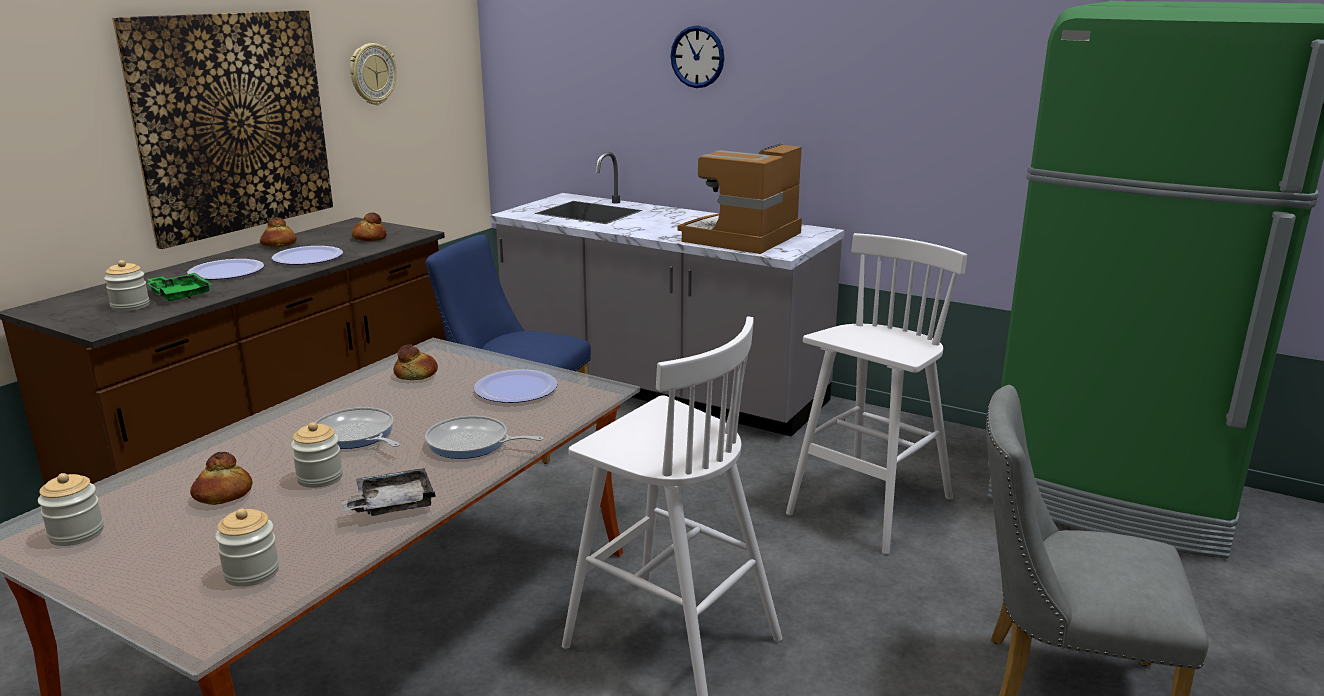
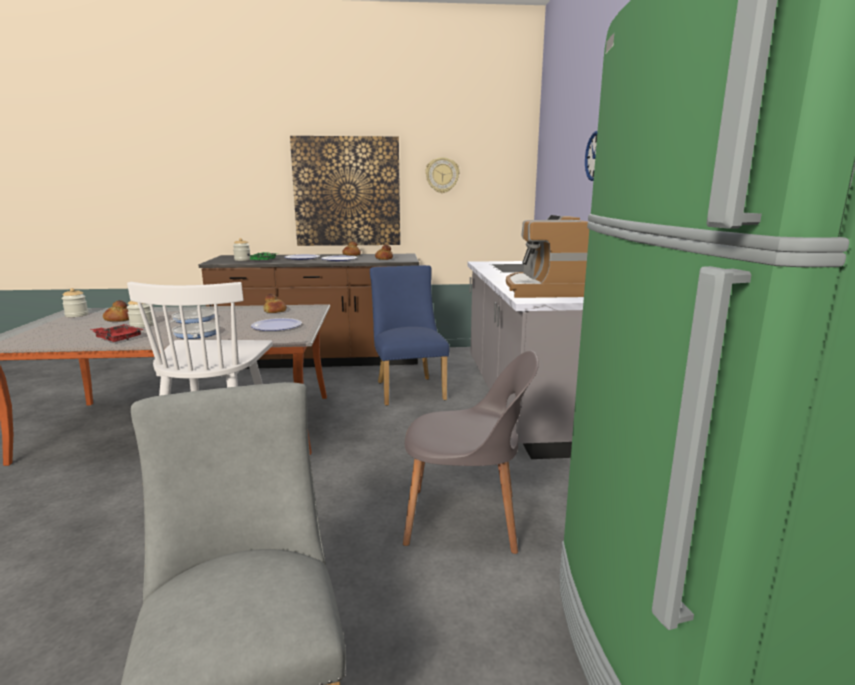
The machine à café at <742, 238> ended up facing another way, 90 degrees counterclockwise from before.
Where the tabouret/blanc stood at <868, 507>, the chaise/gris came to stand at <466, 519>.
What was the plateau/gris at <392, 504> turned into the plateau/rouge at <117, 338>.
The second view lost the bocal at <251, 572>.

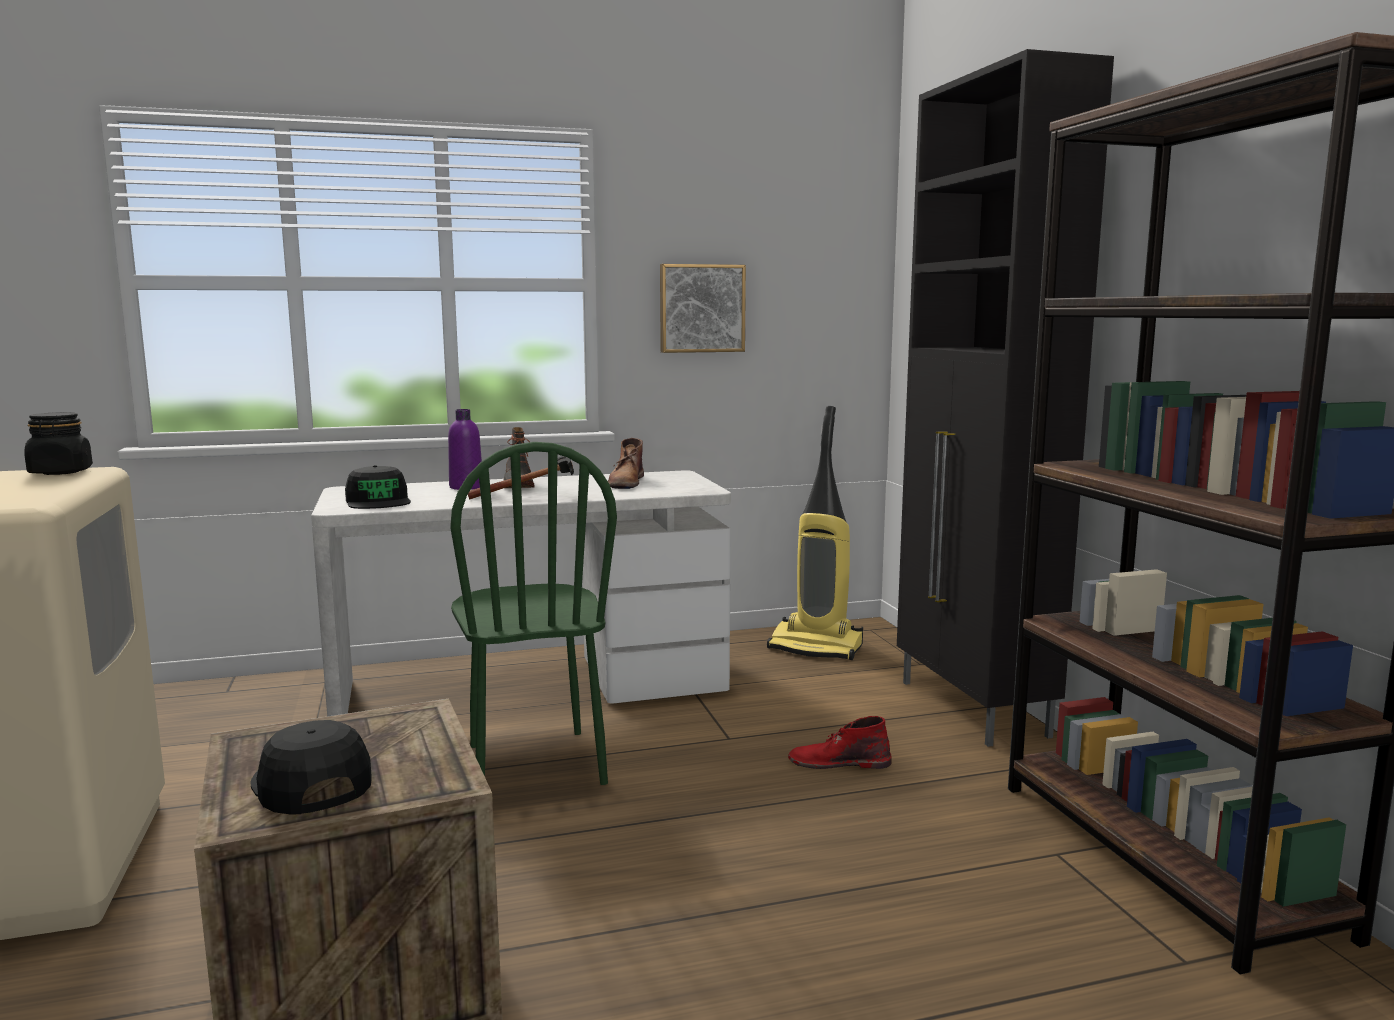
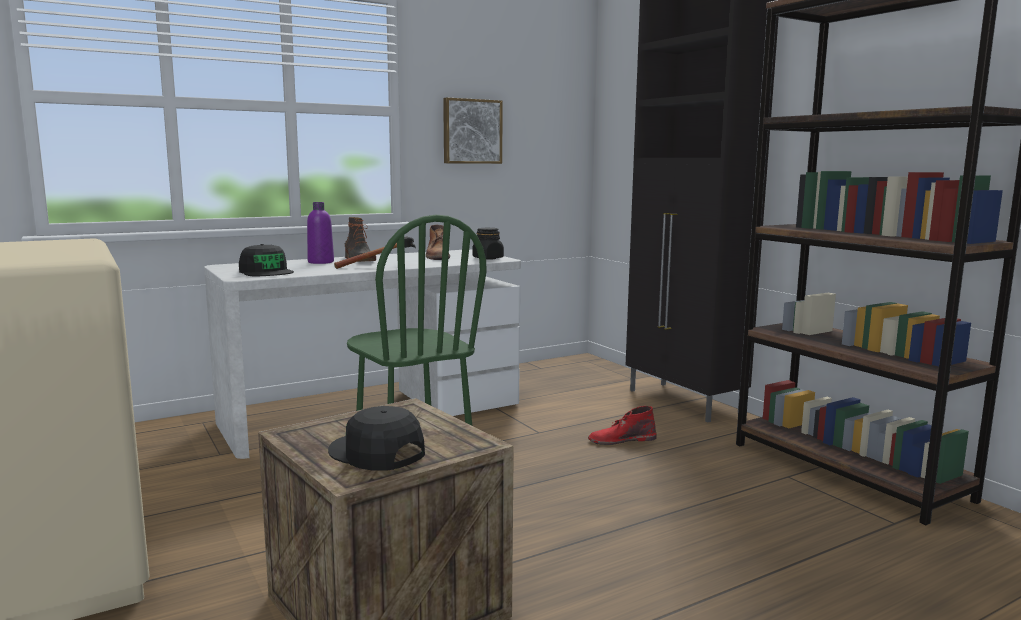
The second view lost the aspirateur at <817, 647>.
The bocal/noir ended up elsewhere, having gone from <61, 472> to <488, 258>.

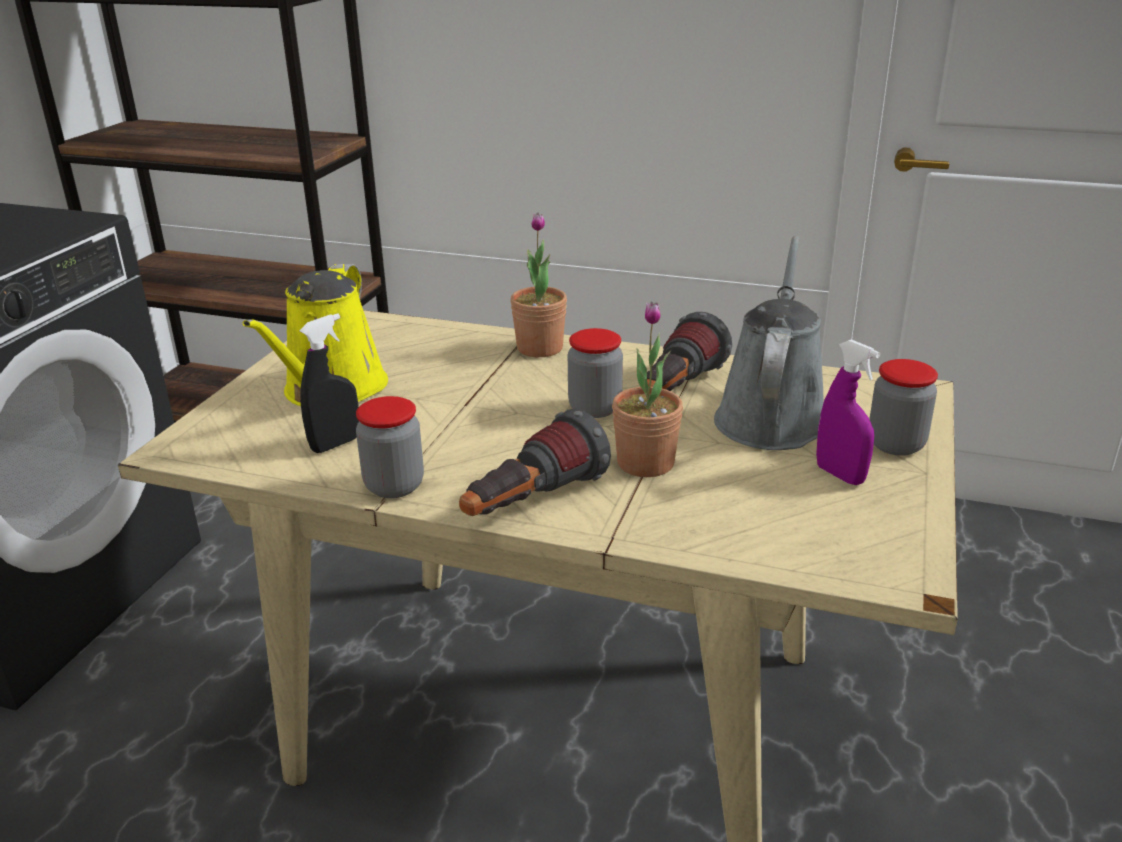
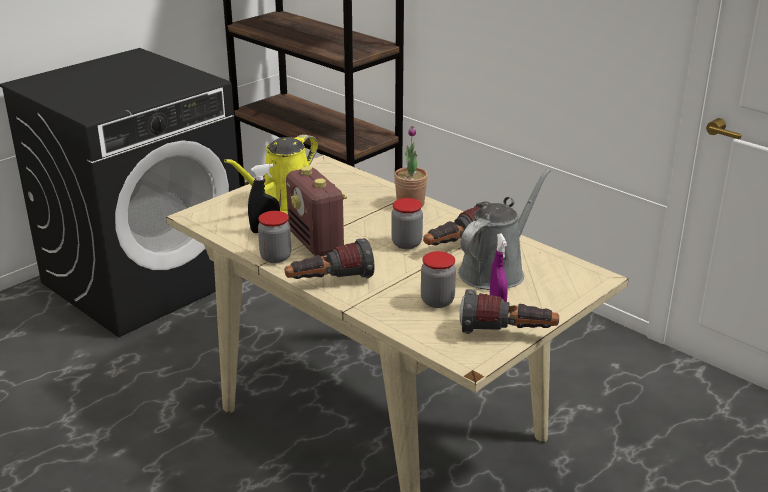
The second view lost the plante en pot at <645, 463>.
The bocal ended up elsewhere, having gone from <896, 444> to <437, 301>.
The second view gained the radio at <316, 243>.
The second view gained the lampe de poche at <507, 333>.

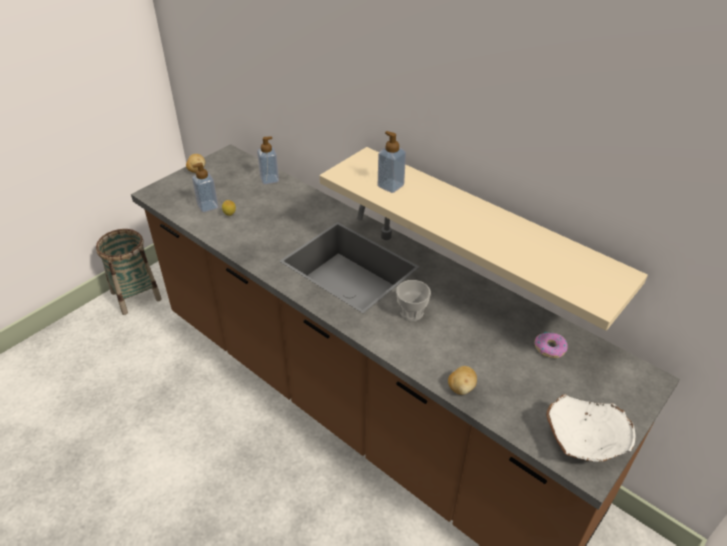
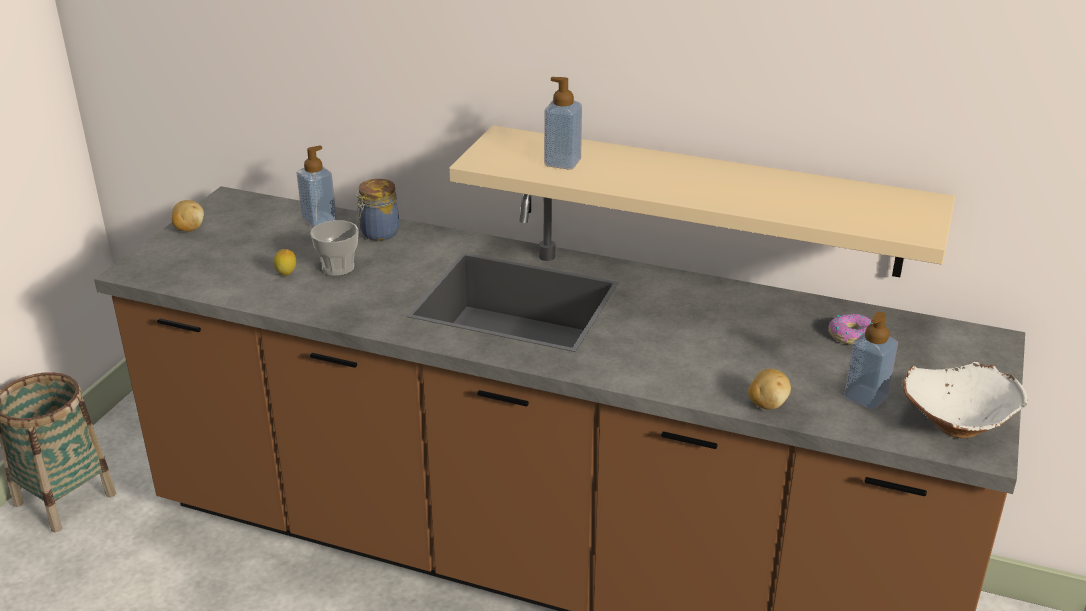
The distributeur de savon ended up elsewhere, having gone from <208, 206> to <865, 397>.
The tasse ended up elsewhere, having gone from <411, 313> to <338, 267>.
The second view gained the bocal at <378, 233>.

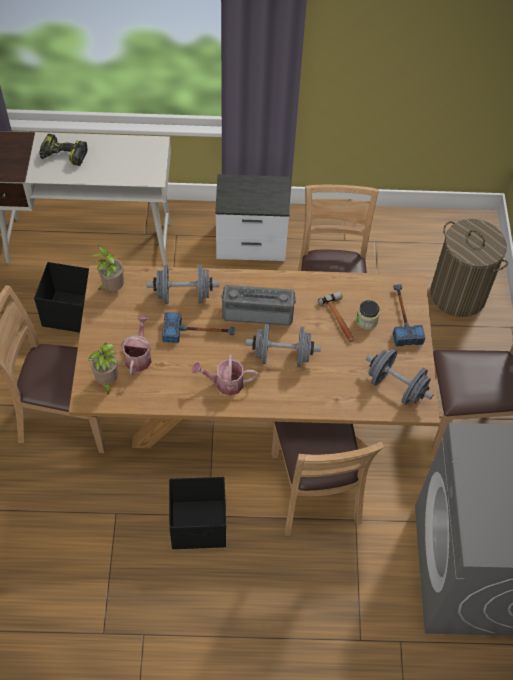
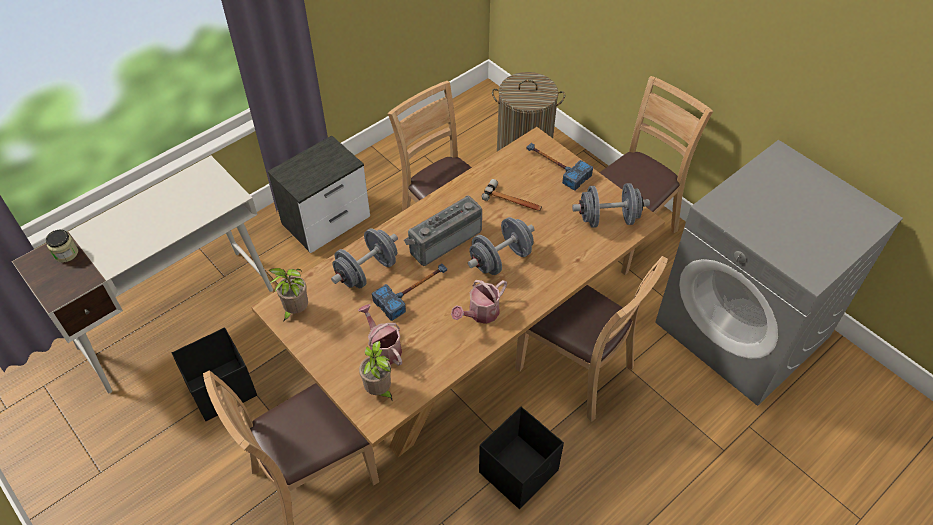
The second view lost the perceuse at <63, 156>.
The bocal ended up elsewhere, having gone from <366, 321> to <66, 253>.

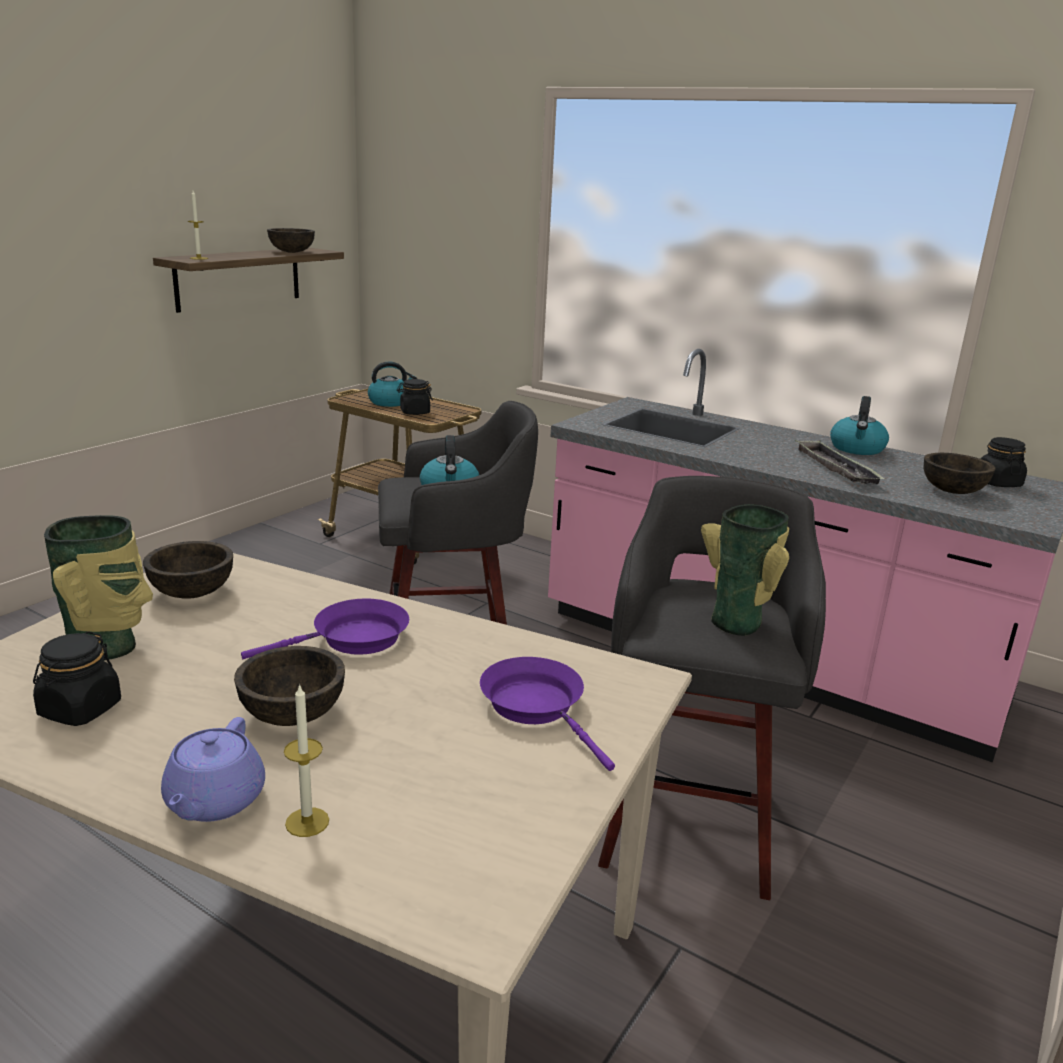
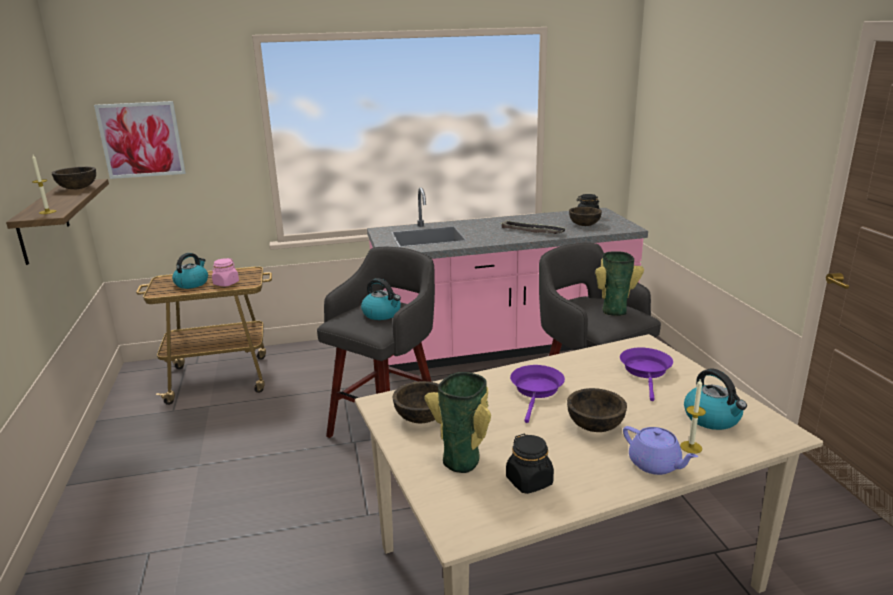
What was the bocal/noir at <414, 412> turned into the bocal/rose at <226, 283>.
The bouilloire ended up elsewhere, having gone from <857, 449> to <712, 418>.
The poêle/violet at <537, 707> ended up facing another way, 90 degrees clockwise from before.
The second view gained the tableau at <141, 140>.

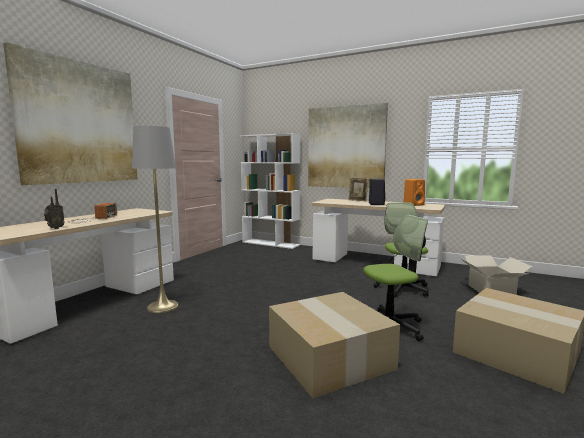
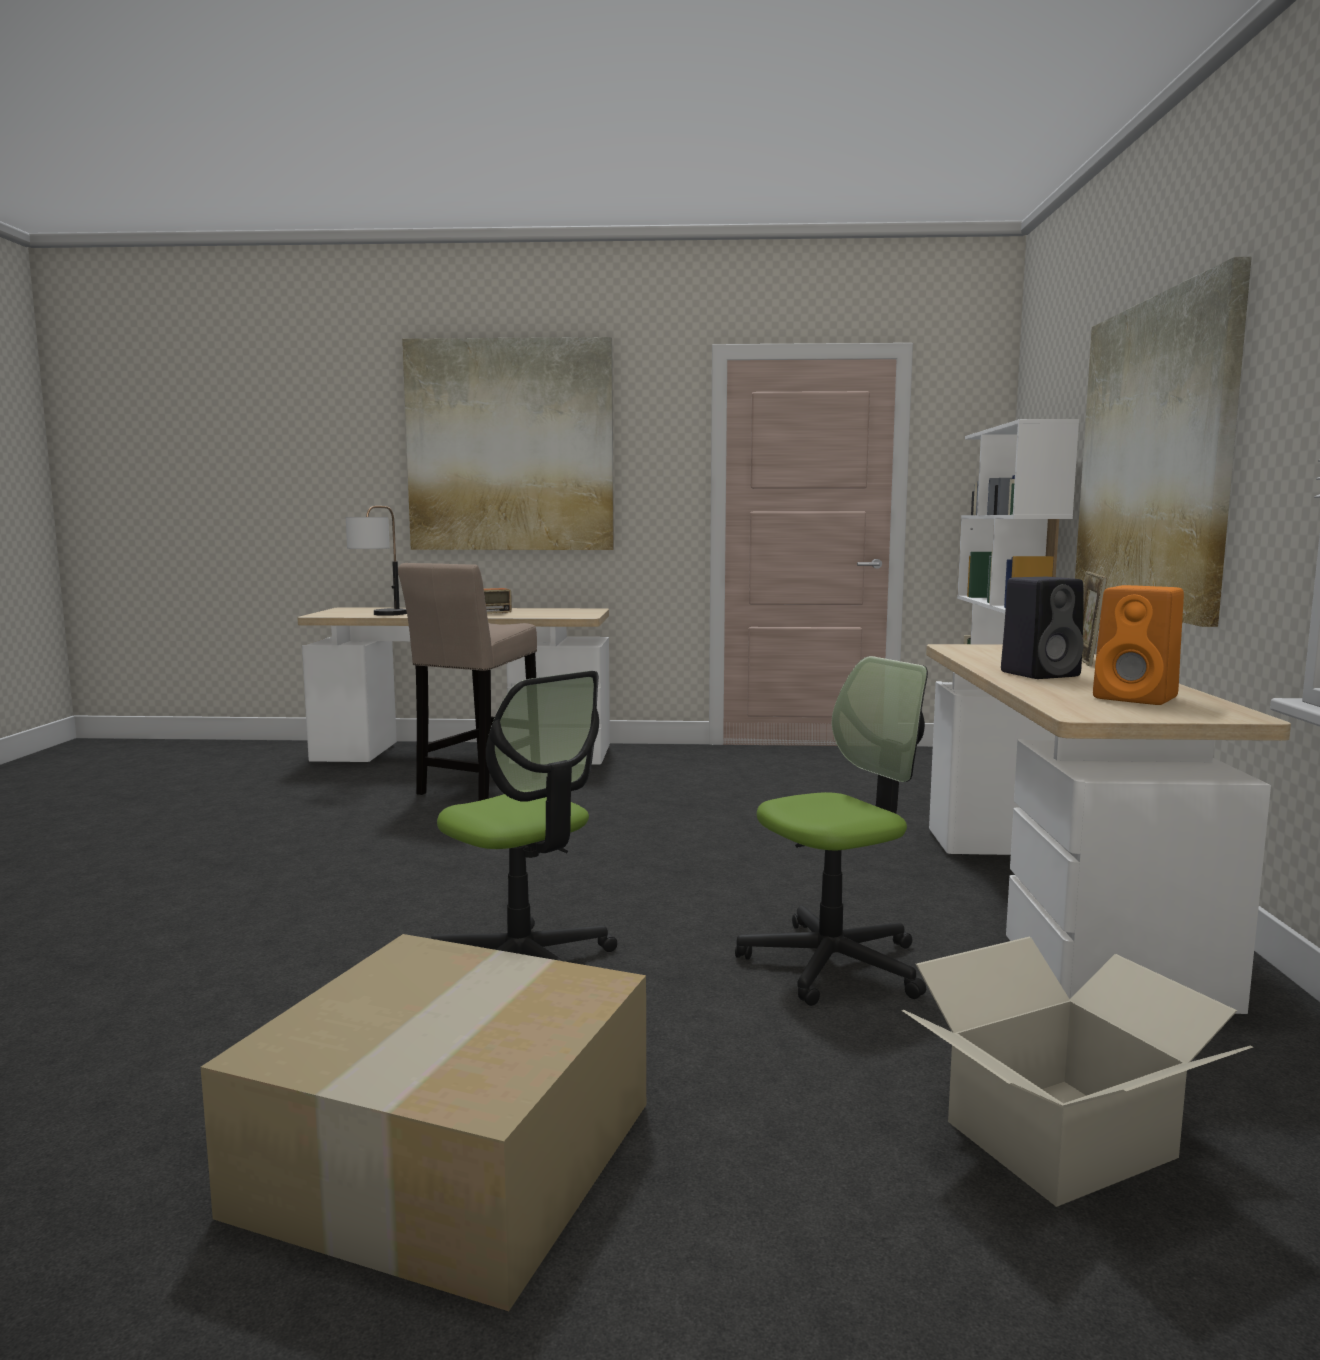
Where the lampadaire/gris stood at <163, 306>, the tabouret/beige came to stand at <476, 788>.
Where the radio stood at <55, 228>, the lampe de table came to stand at <379, 615>.
The second view lost the carton at <327, 357>.

